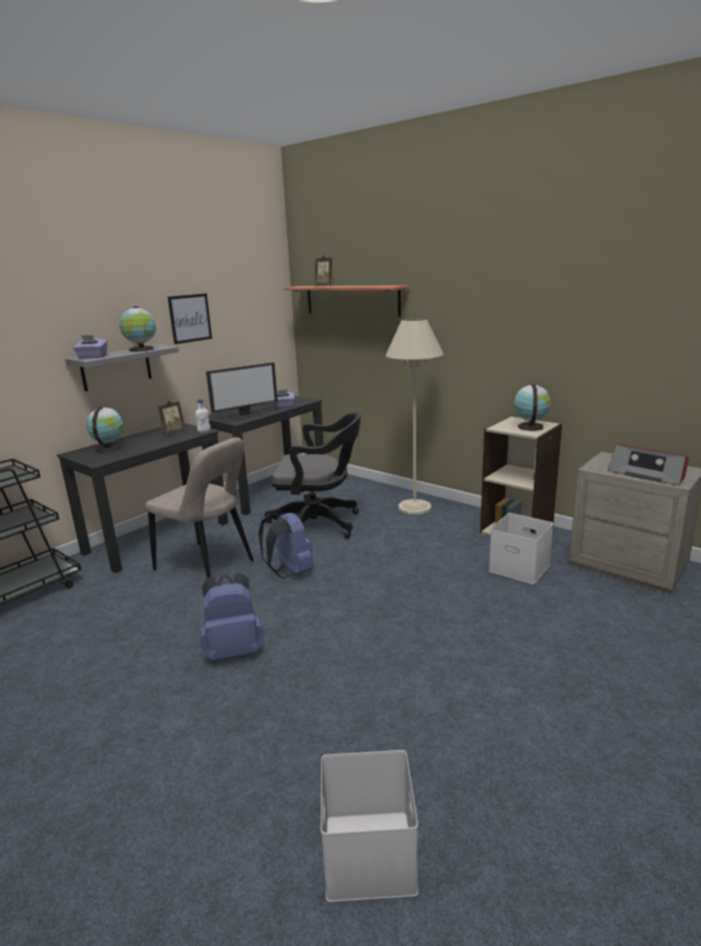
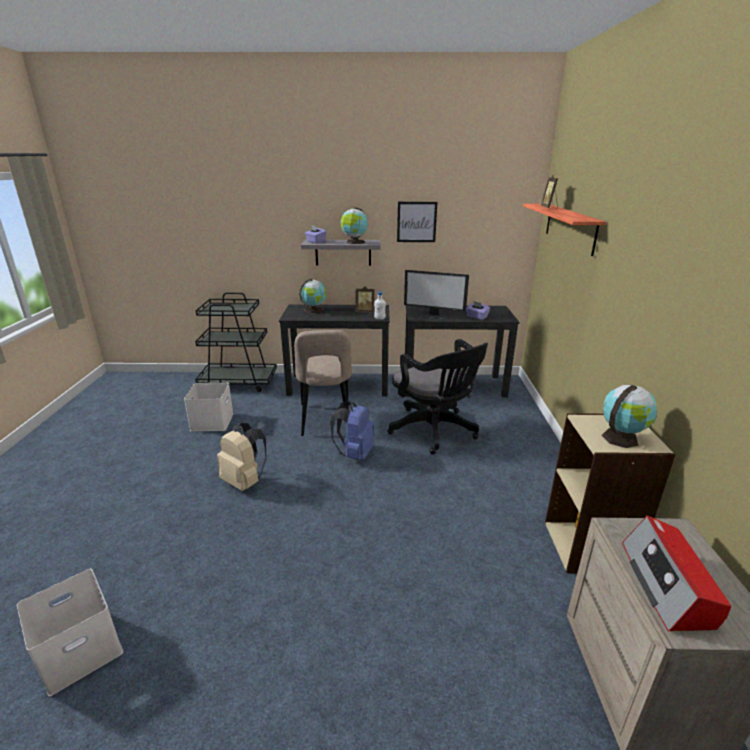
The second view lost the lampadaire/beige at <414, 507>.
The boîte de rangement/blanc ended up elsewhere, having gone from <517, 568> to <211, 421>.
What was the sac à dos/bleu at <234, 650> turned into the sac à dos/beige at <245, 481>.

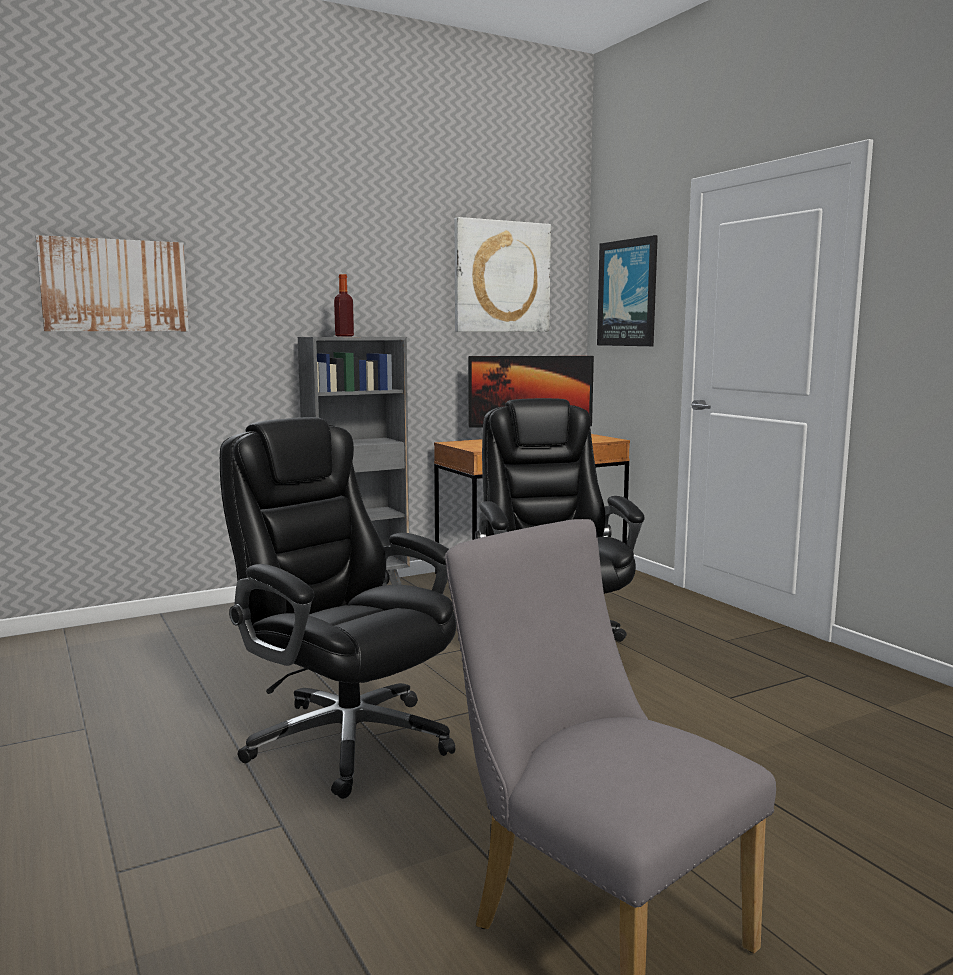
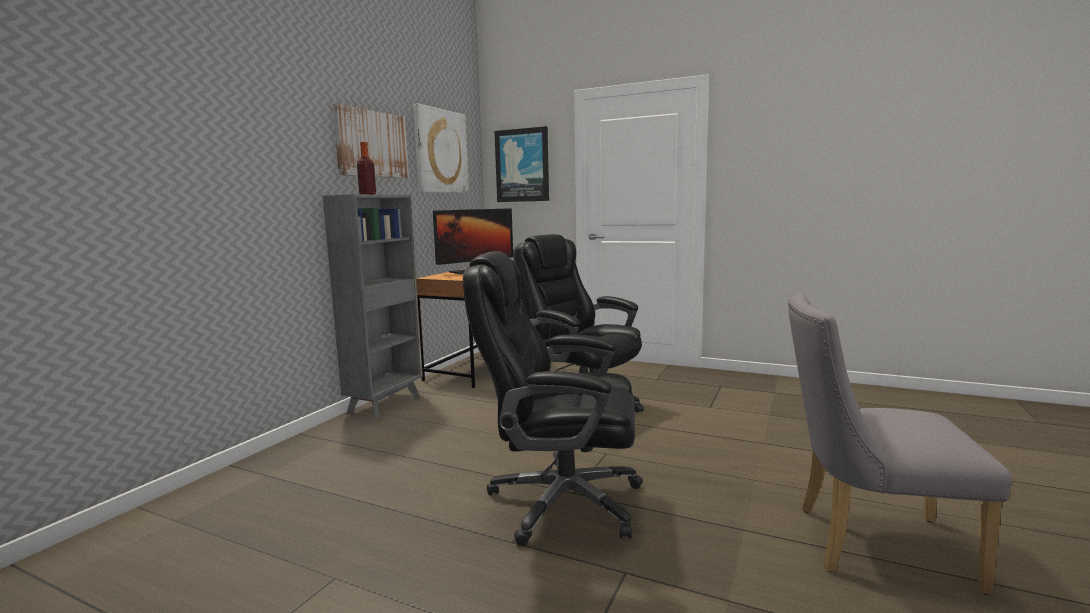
The tableau ended up elsewhere, having gone from <115, 285> to <371, 144>.

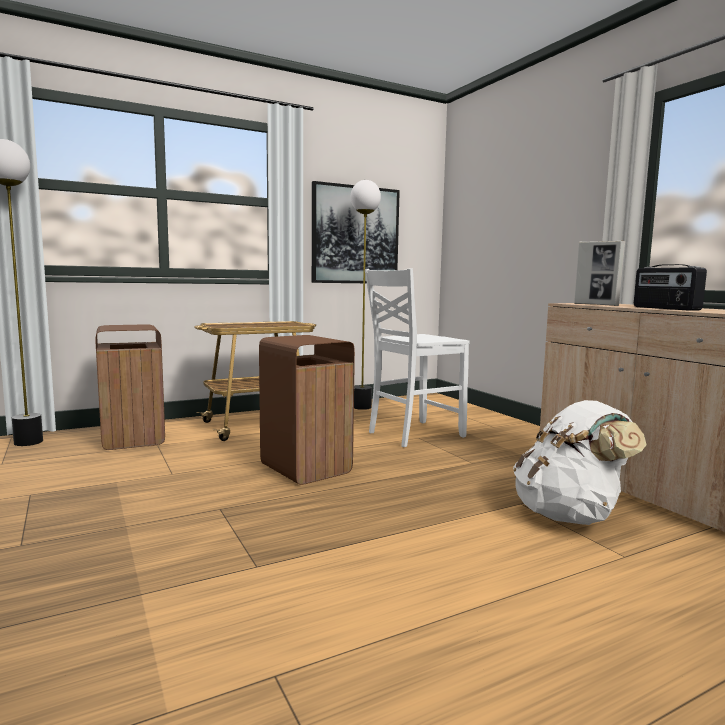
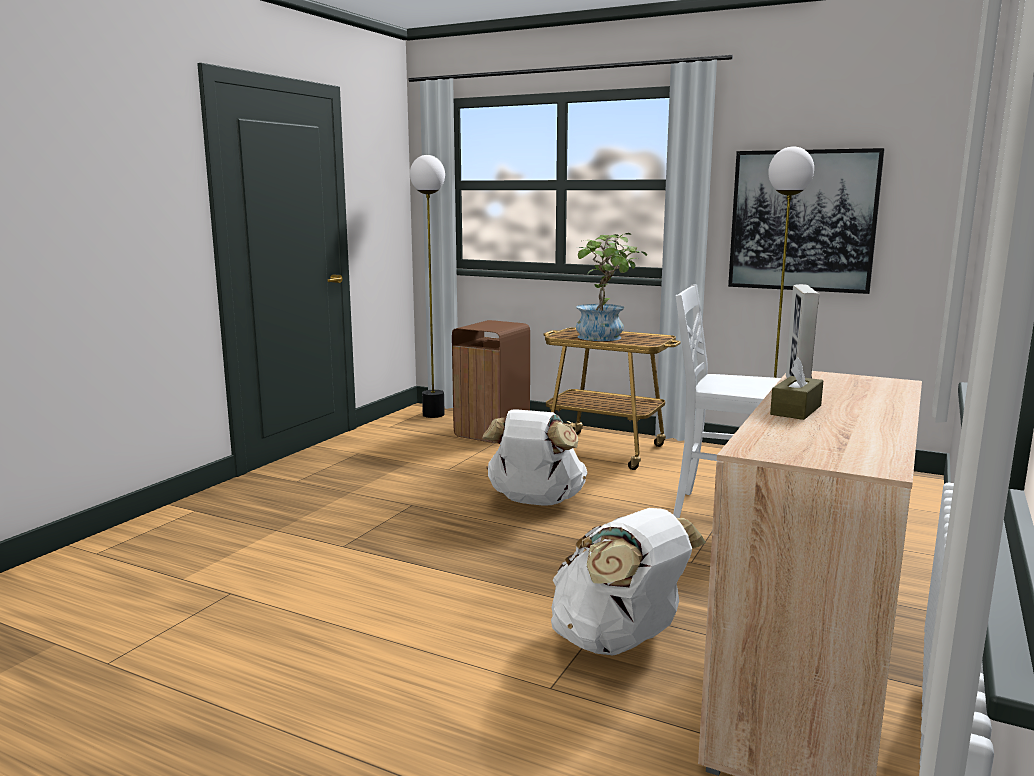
Where the radio stood at <665, 308>, the boîte à mouchoirs/marron came to stand at <796, 410>.
Where the poubelle/marron stood at <305, 469>, the sac à dos/blanc came to stand at <534, 502>.
The second view gained the plante en pot at <605, 338>.

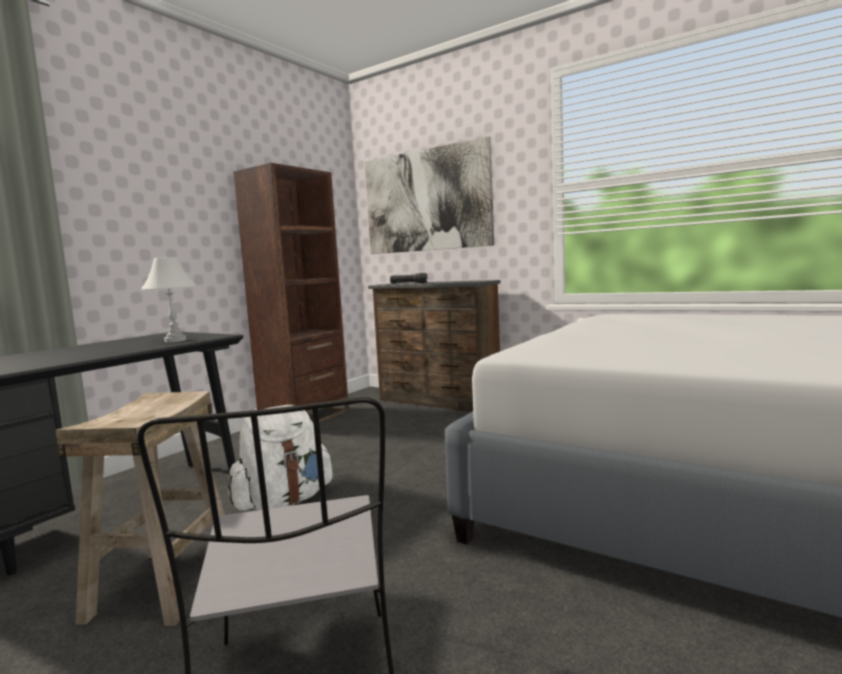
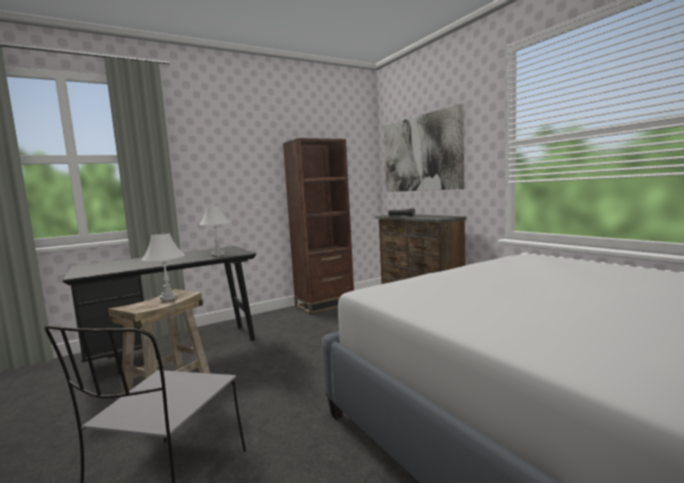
The second view lost the sac à dos/blanc at <283, 502>.
The second view gained the lampe de table/blanc at <168, 298>.

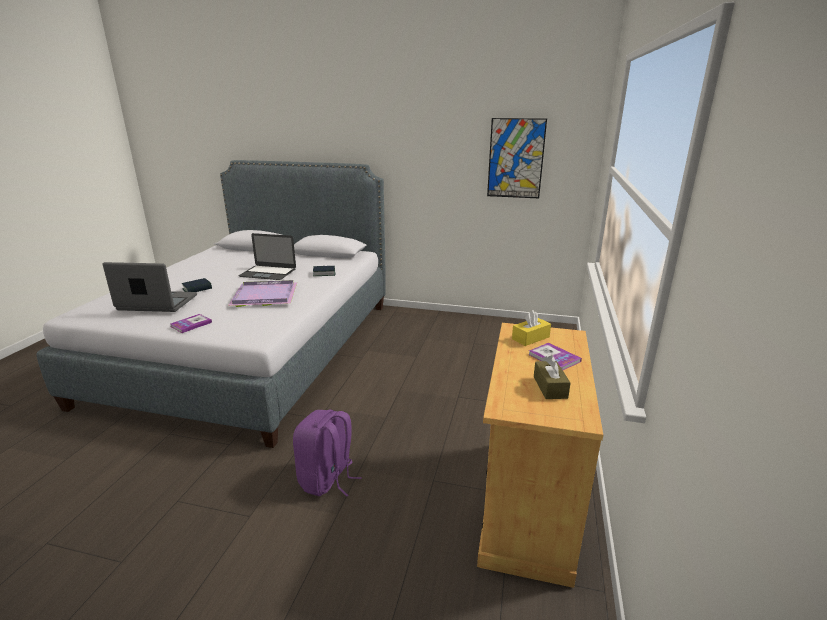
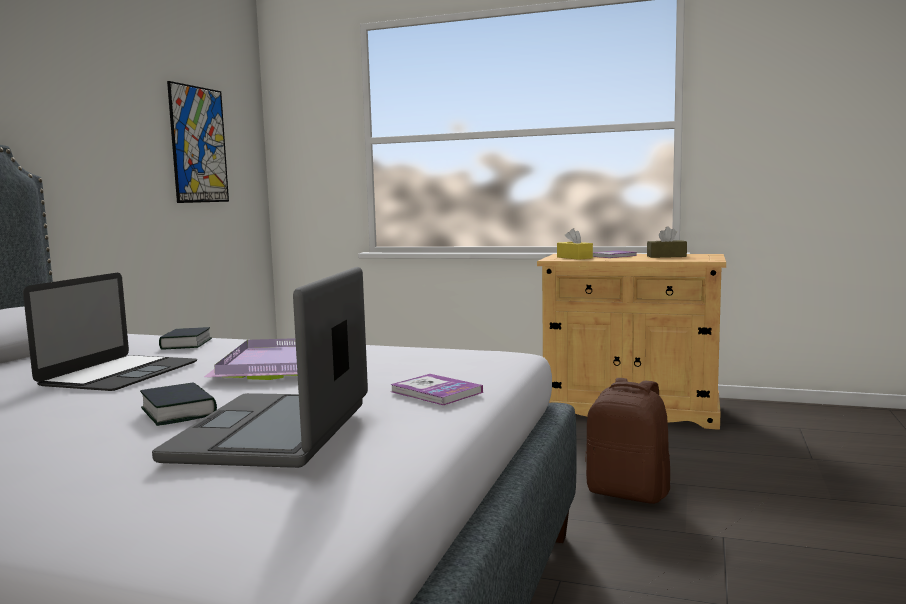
What was the sac à dos/violet at <327, 479> turned into the sac à dos/marron at <628, 493>.

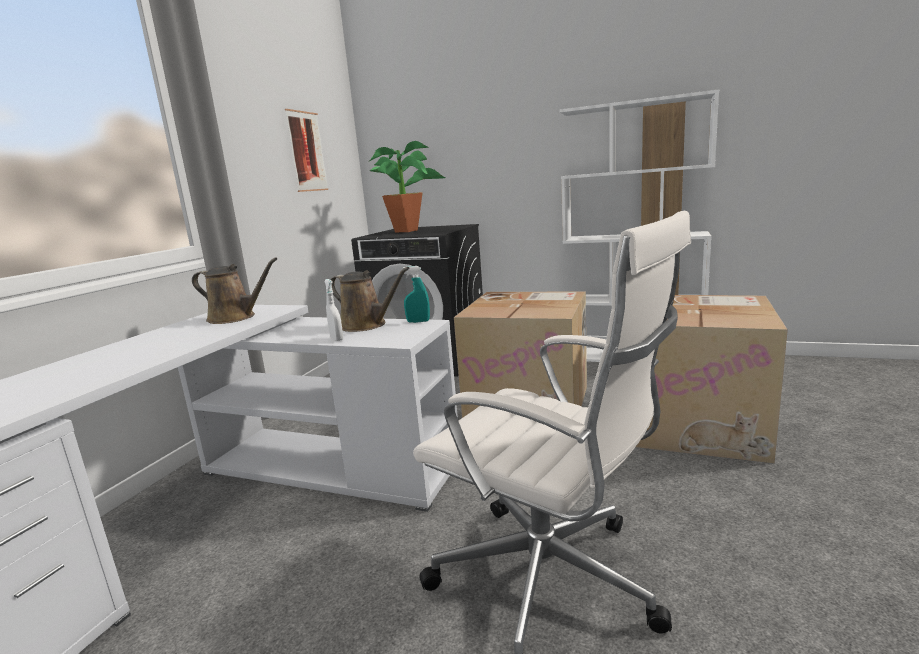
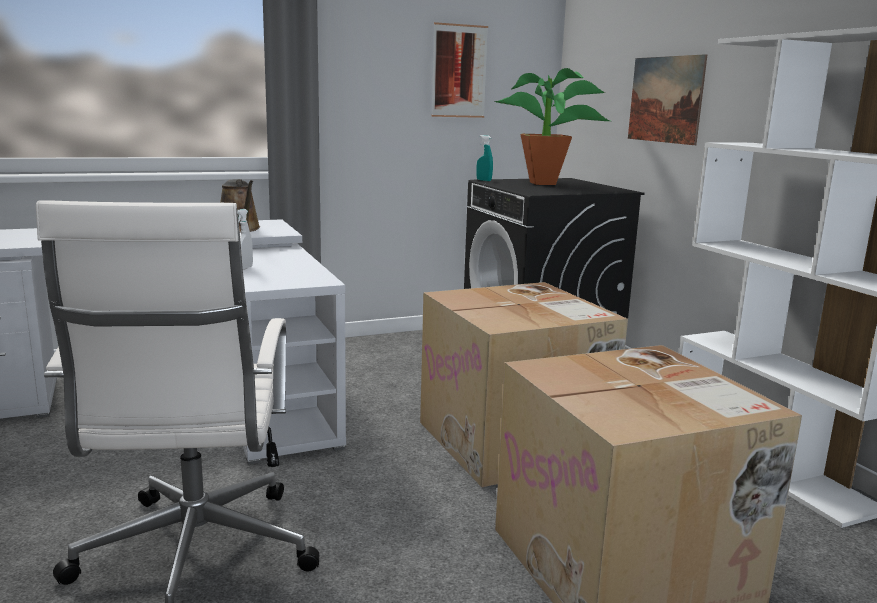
The vaporisateur/turquoise ended up elsewhere, having gone from <418, 321> to <484, 180>.
The second view lost the arrosoir/marron at <366, 325>.
The second view gained the tableau at <665, 99>.

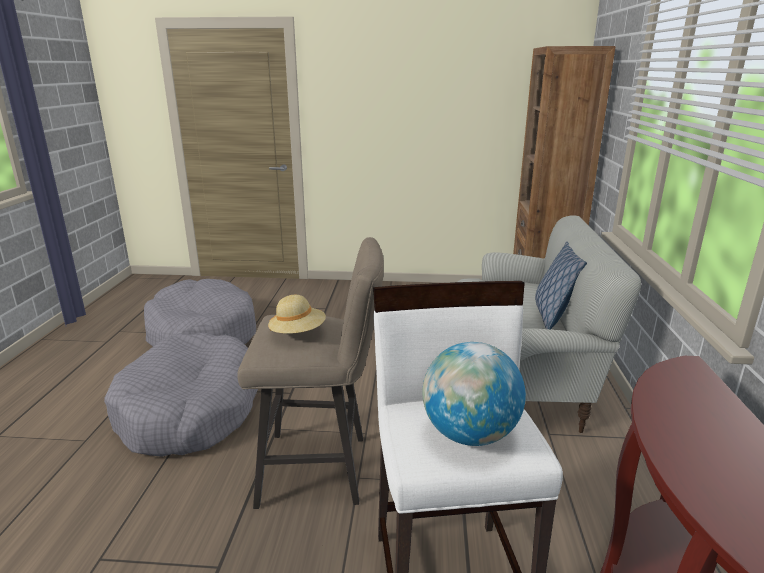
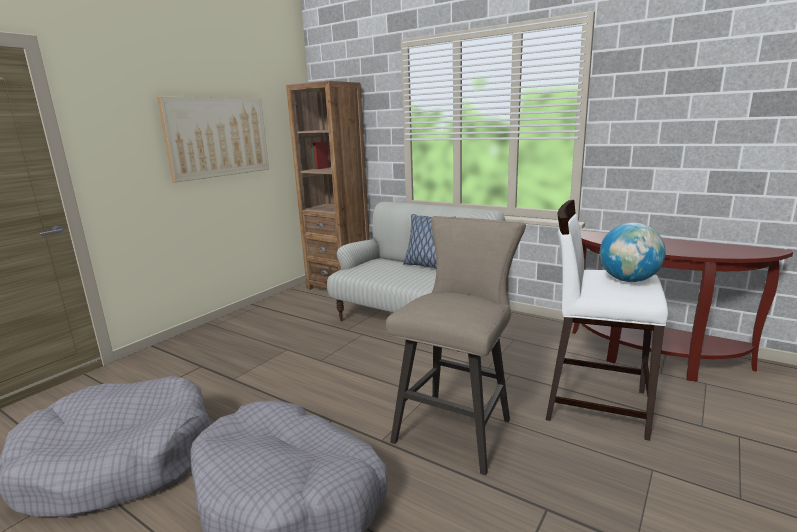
The second view lost the chapeau/beige at <298, 333>.
The second view gained the tableau at <218, 137>.

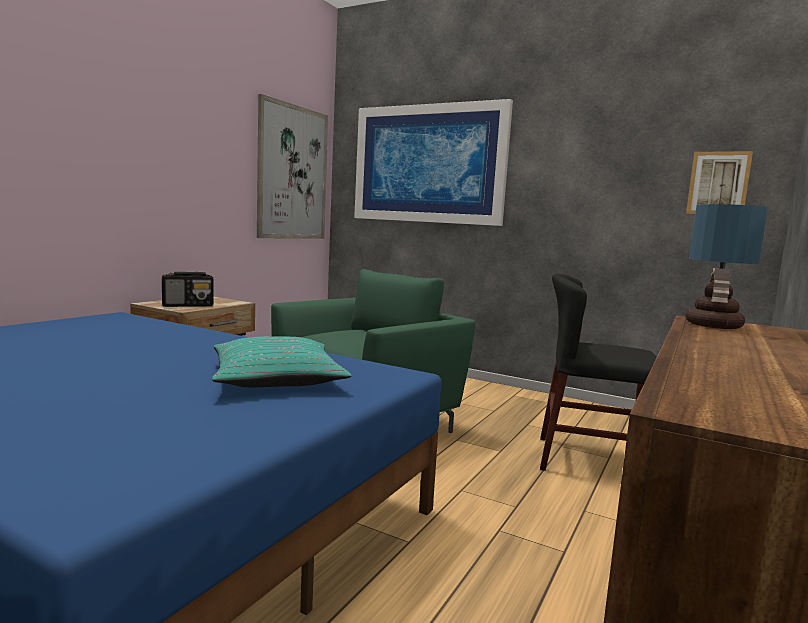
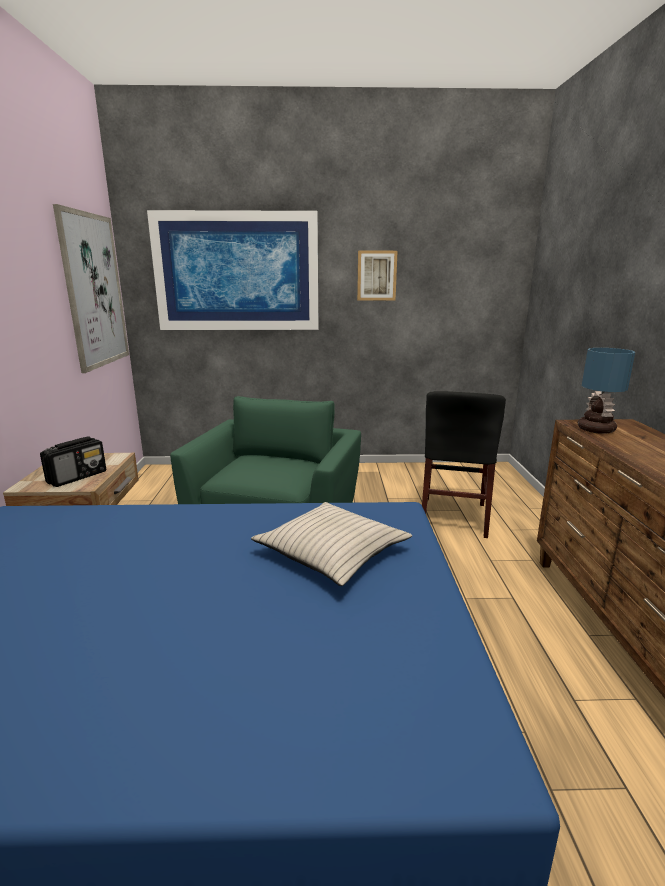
The tableau ended up elsewhere, having gone from <718, 183> to <376, 275>.
The chaise/noir at <590, 460> ended up facing another way, 60 degrees counterclockwise from before.
What was the coussin/turquoise at <276, 378> turned into the coussin/beige at <332, 552>.

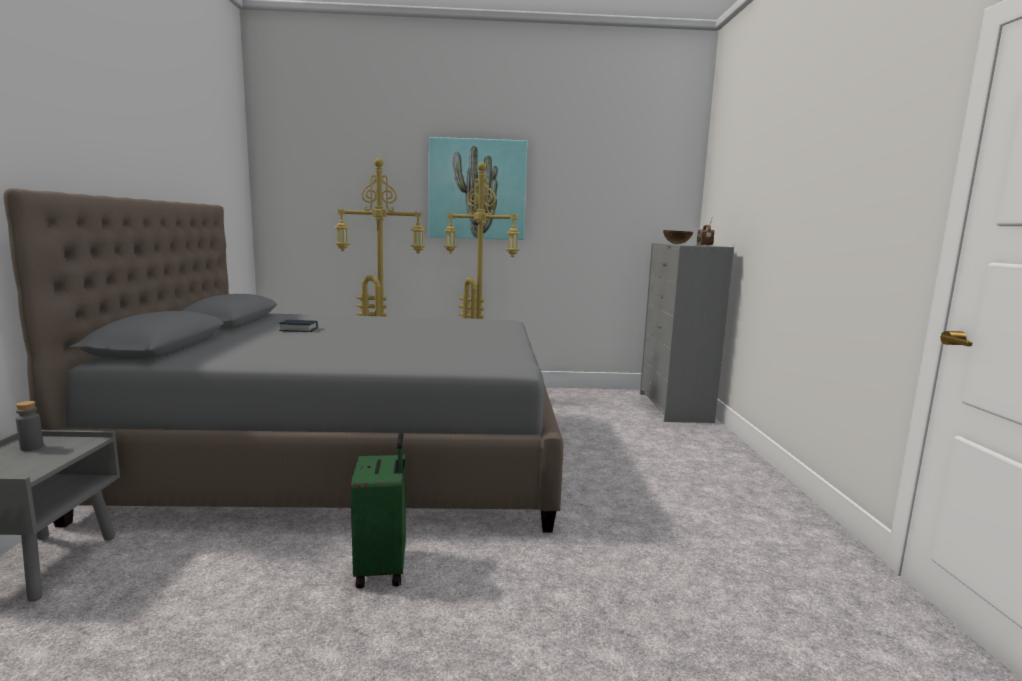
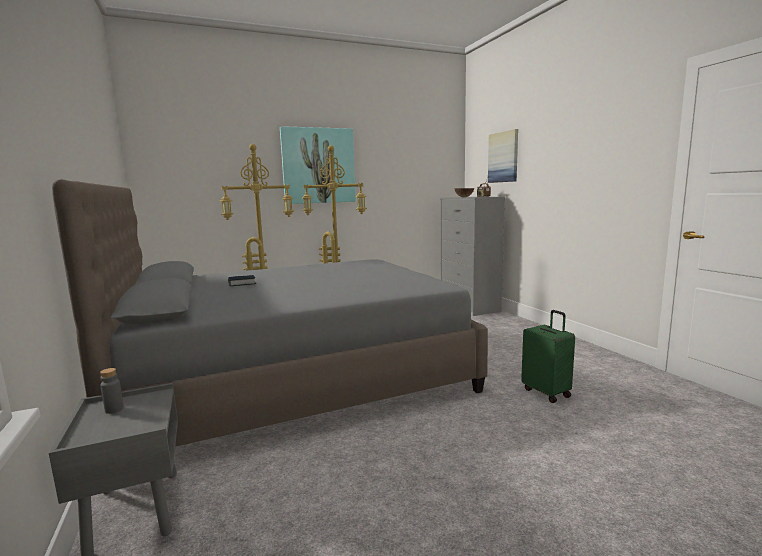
The valise/vert ended up elsewhere, having gone from <383, 568> to <547, 392>.
The second view gained the tableau at <503, 157>.

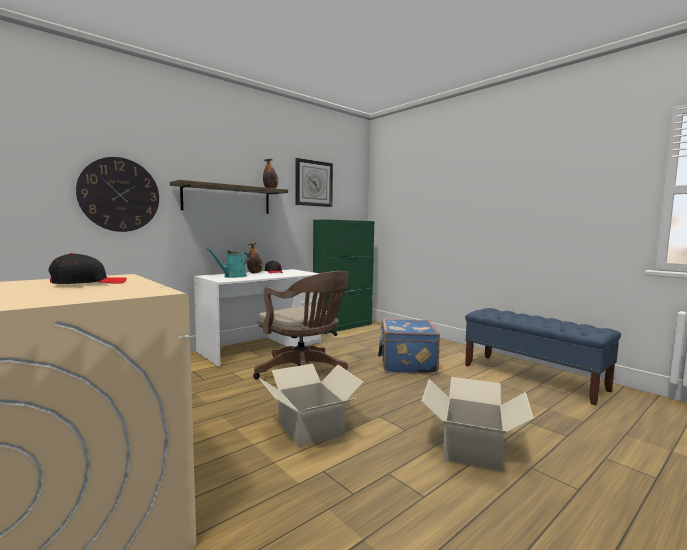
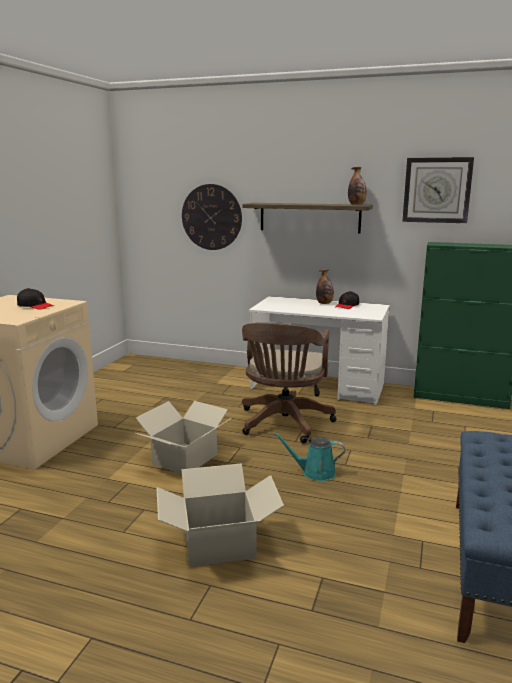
The arrosoir/turquoise ended up elsewhere, having gone from <233, 276> to <315, 472>.
The second view lost the valise/bleu at <406, 364>.

